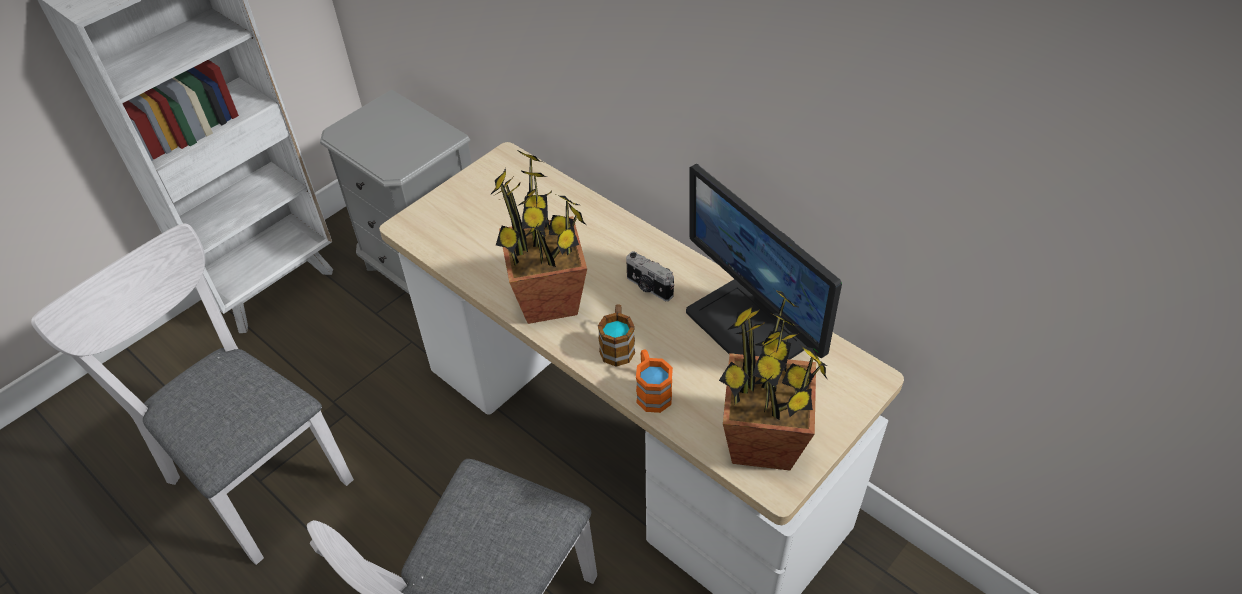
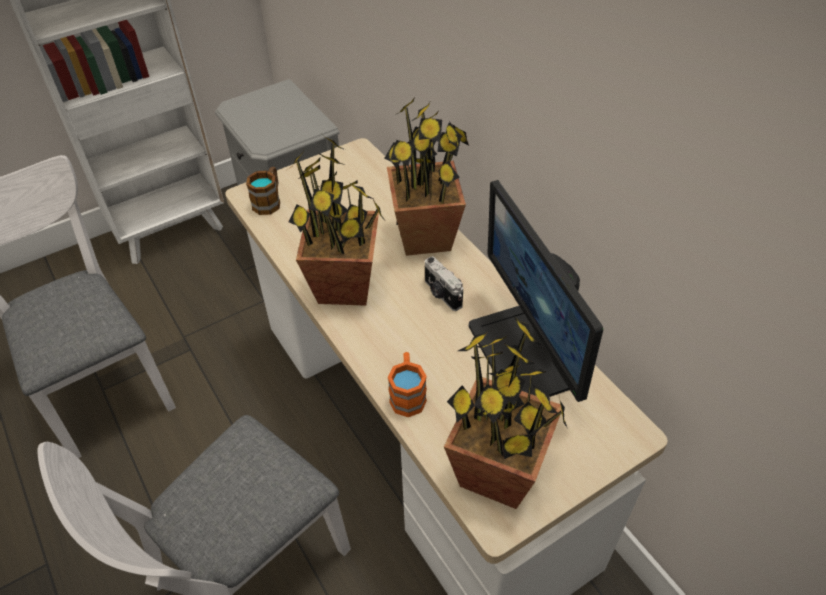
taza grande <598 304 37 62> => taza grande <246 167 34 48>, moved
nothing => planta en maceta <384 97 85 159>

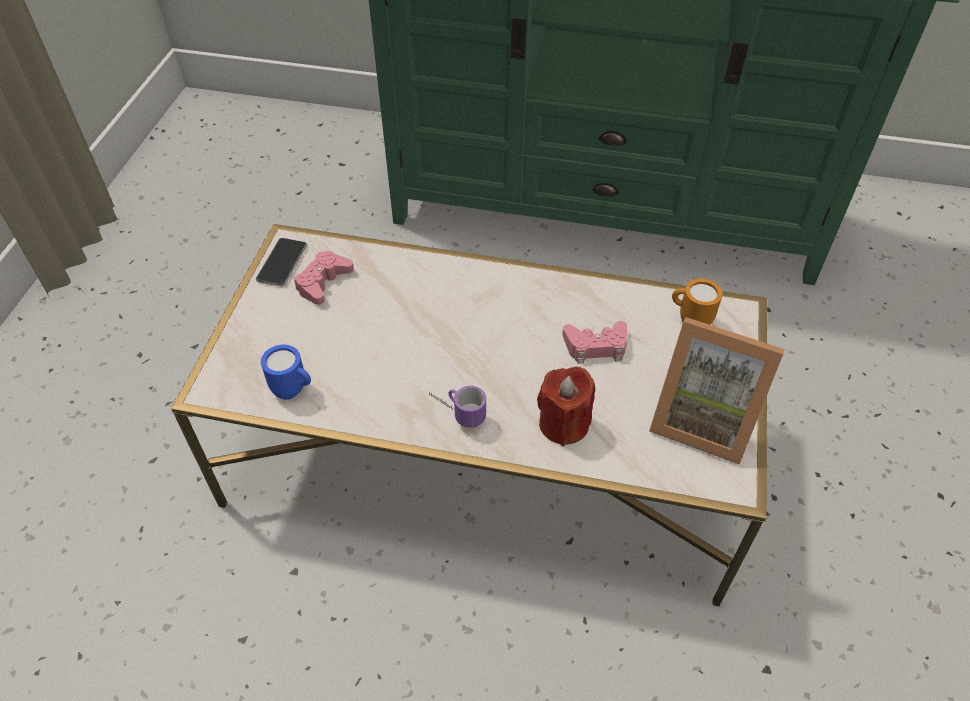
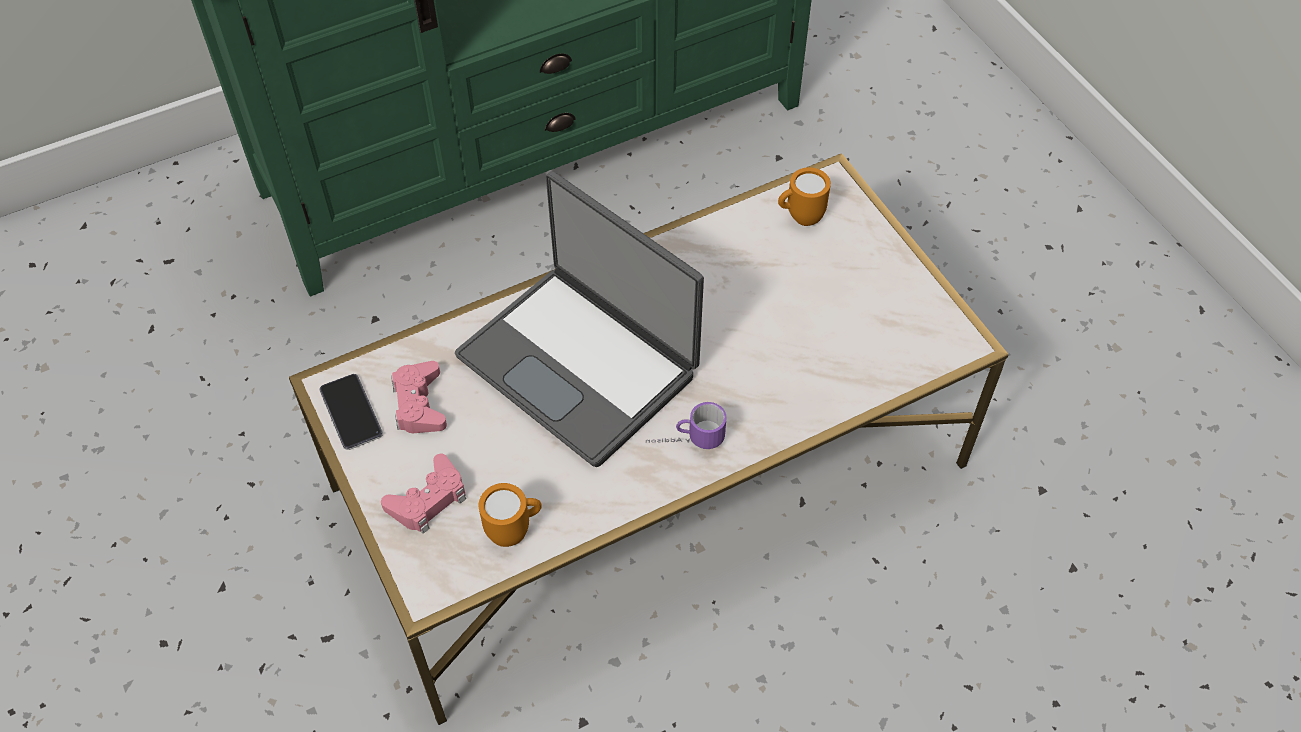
portarretratos <649 317 136 148> => nothing
mando de consola [rosa] <562 321 66 43> => mando de consola [rosa] <381 454 85 80>, moved
taza grande [azul] <261 345 50 55> => taza grande [naranja] <479 483 63 64>
vela [rojo] <537 367 58 79> => nothing
nothing => portátil <455 171 249 296>

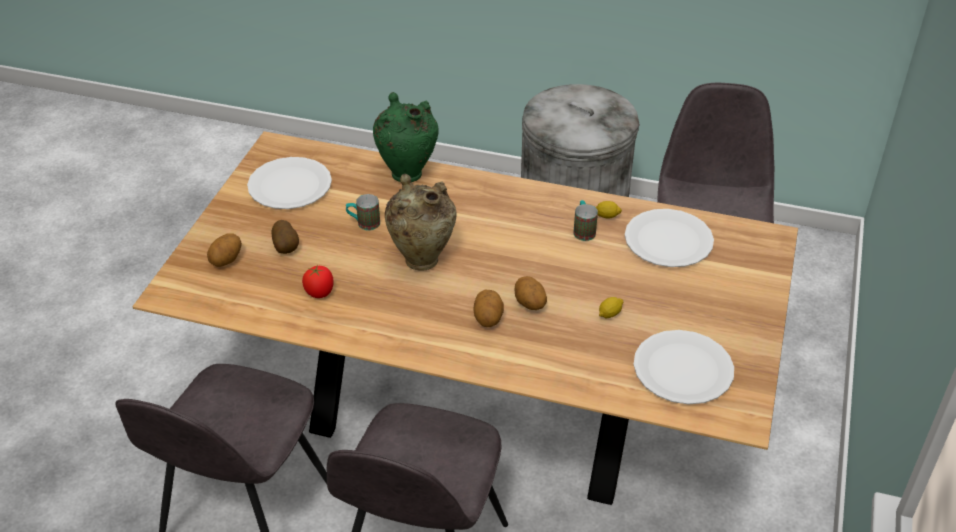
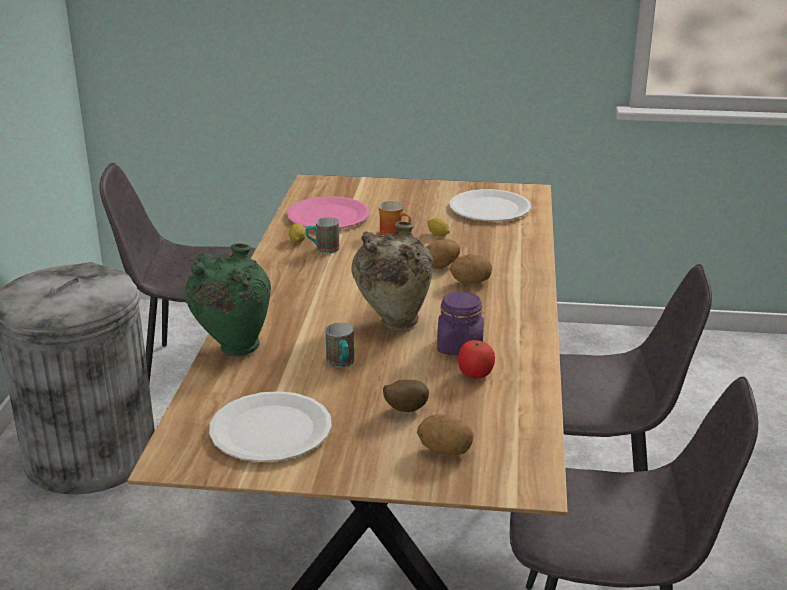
plato [blanco] <625 209 89 58> => plato [rosa] <287 196 83 33>
nothing => taza grande <378 201 33 34>
nothing => tarro [morado] <437 291 47 64>

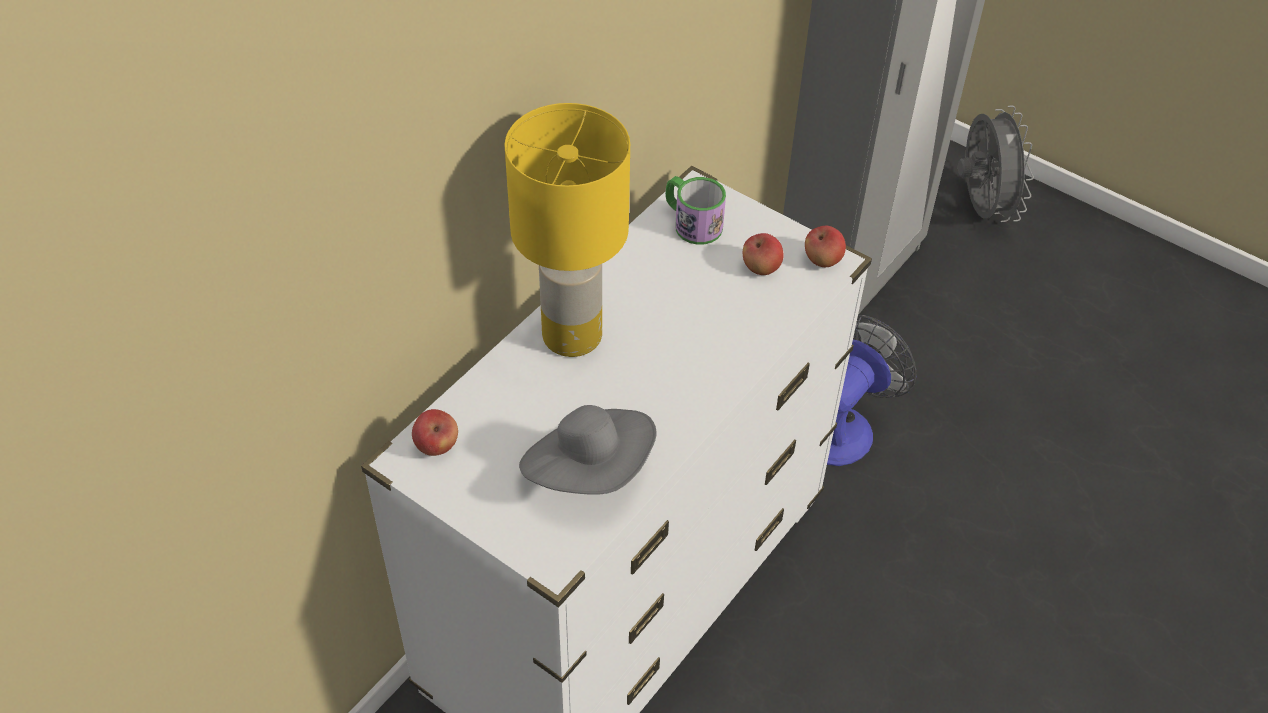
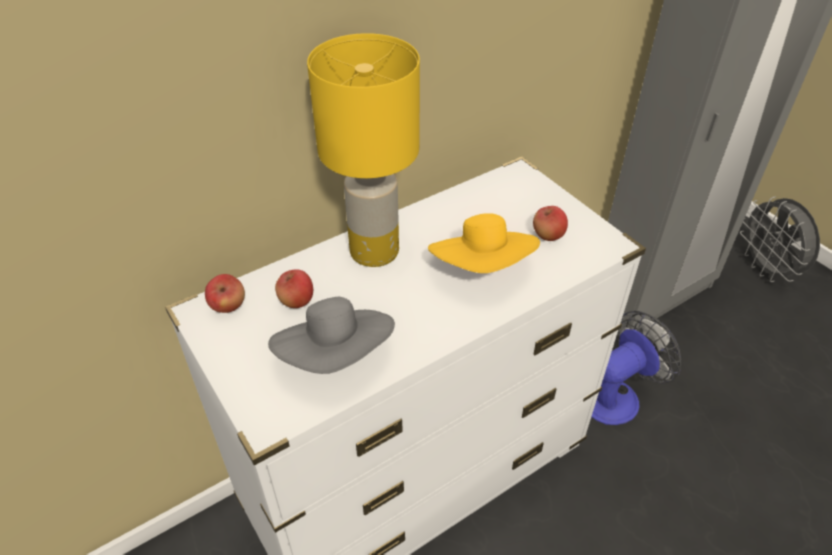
ventilador [gris] <958 106 76 116> => ventilador [gris] <740 196 80 86>, 150 degrees clockwise
taza grande <665 176 61 69> => nothing
manzana <805 226 41 41> => manzana <275 269 38 39>, moved
nothing => sombrero [amarillo] <428 213 112 60>

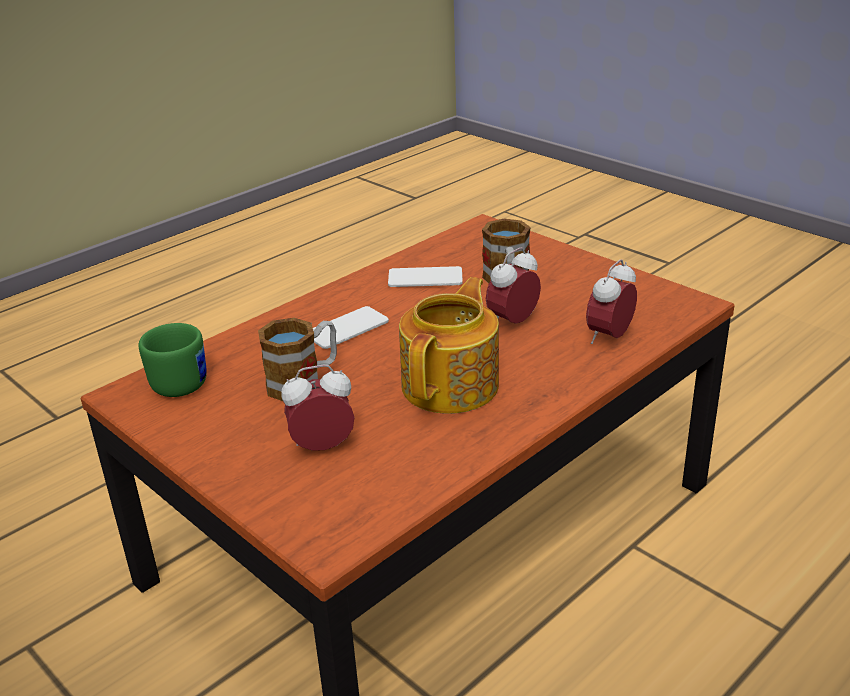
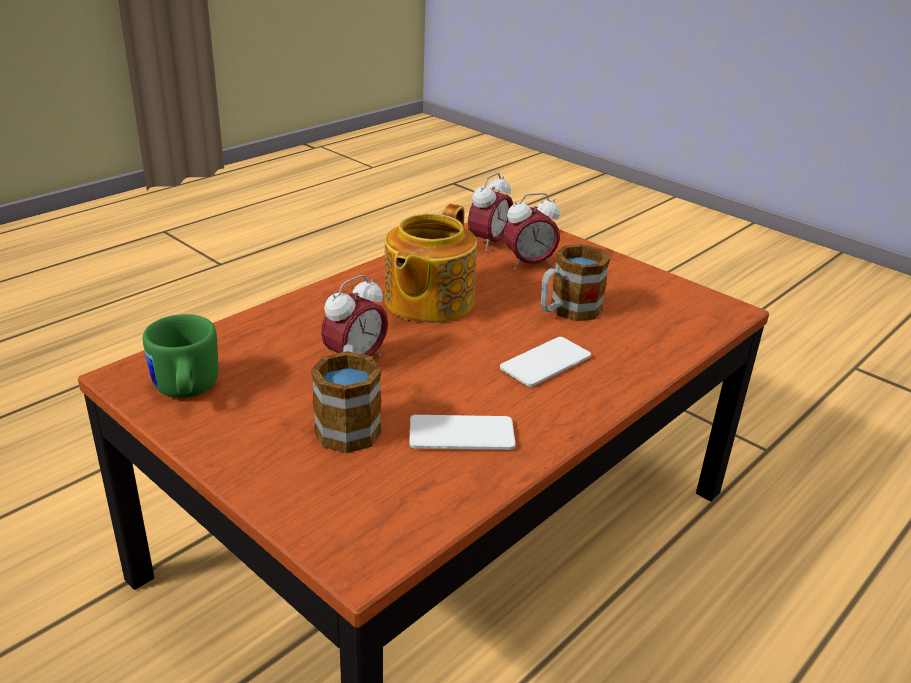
despertador <586 259 51 85> => despertador <468 173 45 79>, moved
taza grande [verde] <139 323 68 74> => taza grande [verde] <143 314 76 84>, moved

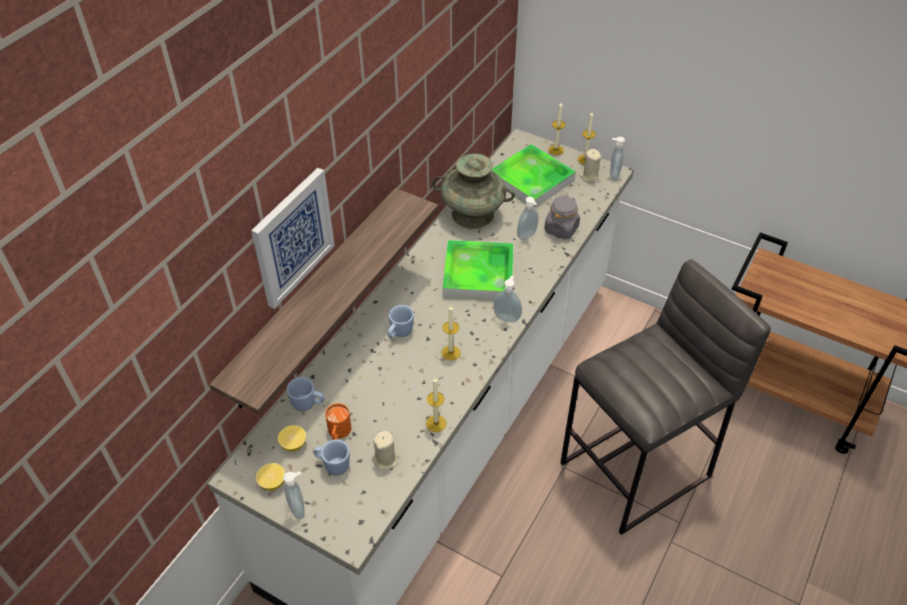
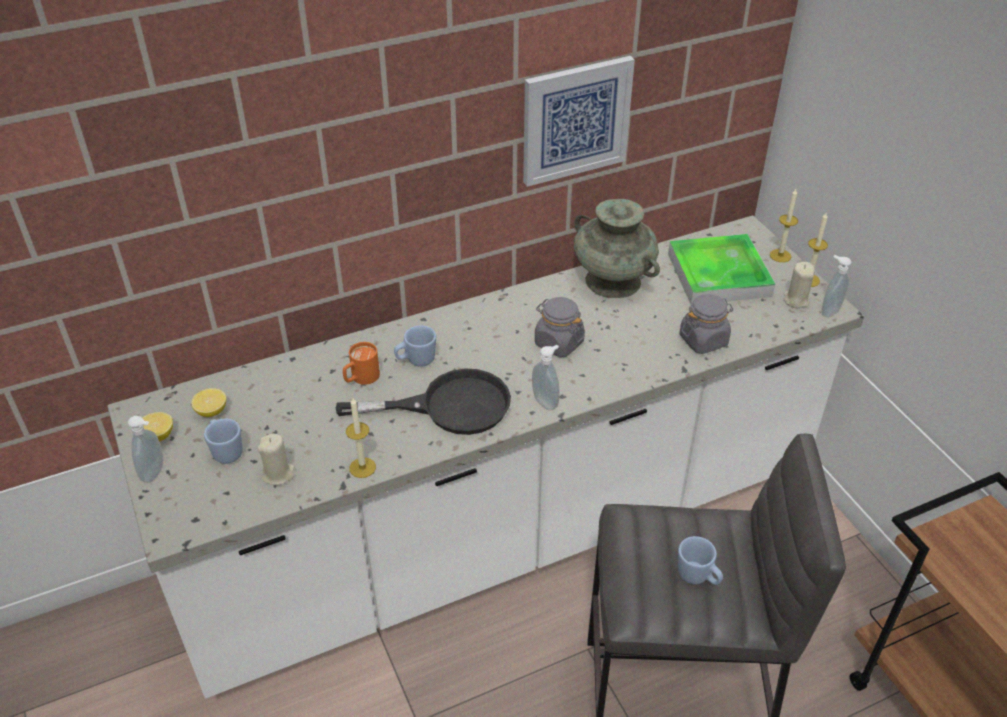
cuadro <251 168 84 141> => cuadro <523 56 112 131>, moved
estante <209 188 229 227> => nothing
dispensador de jabón <517 197 22 43> => nothing
bandeja <443 240 71 60> => tarro [gris] <535 297 50 60>
vela <442 305 18 55> => sartén [negro] <336 368 175 67>
taza grande [azul] <287 377 37 34> => taza grande [azul] <678 536 45 49>, moved
taza grande [naranja] <325 403 26 37> => taza grande [naranja] <343 342 37 43>, moved

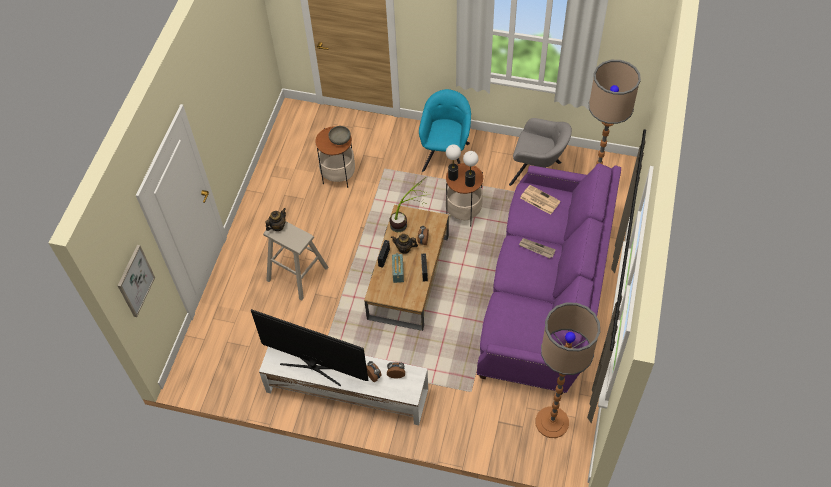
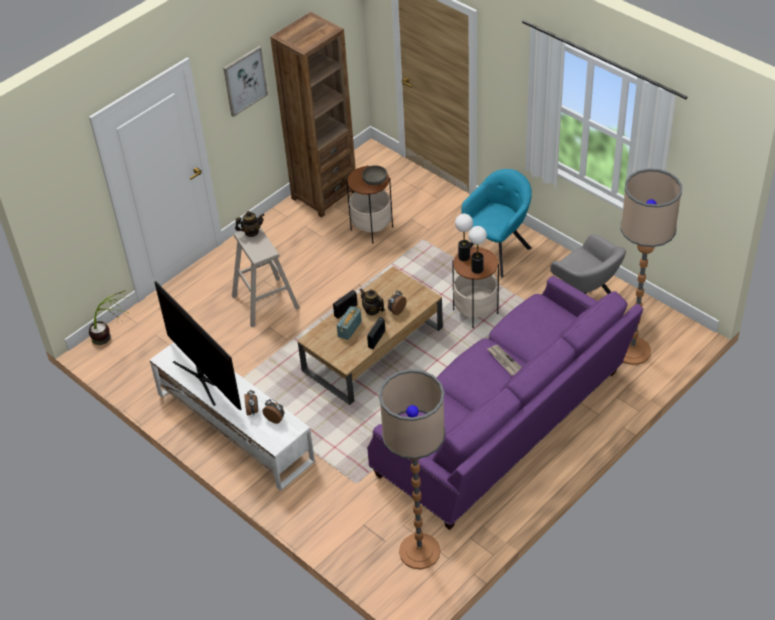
planta en maceta <390 177 36 55> => planta en maceta <89 290 41 55>, moved
periódico <520 185 41 30> => nothing
cuadro <118 245 37 72> => cuadro <223 46 45 71>, moved
nothing => estantería [marrón] <270 12 86 206>

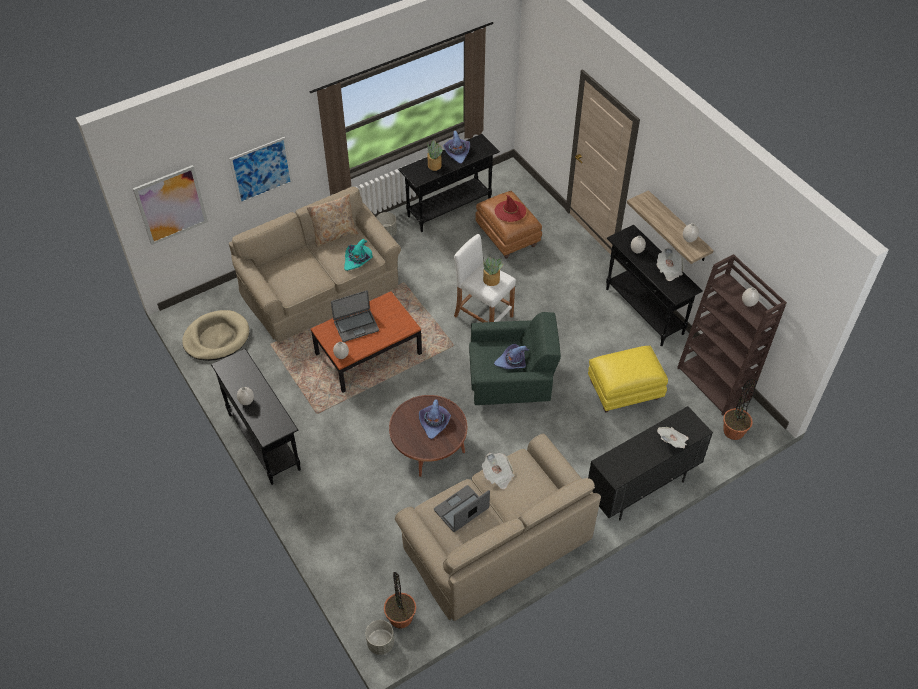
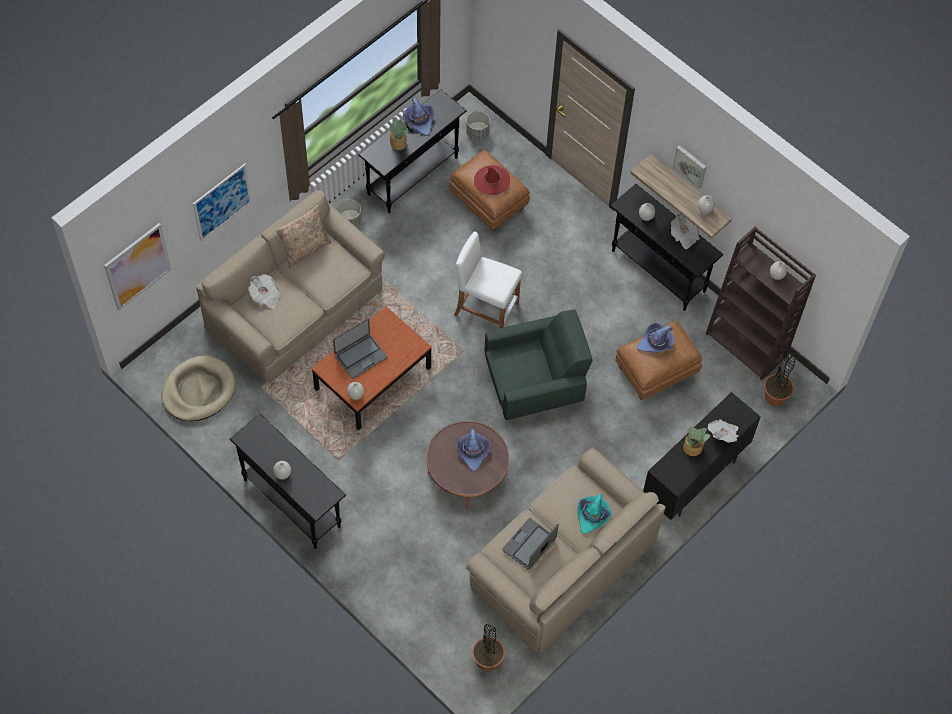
sombrero [turquesa] <344 239 29 32> => sombrero [turquesa] <577 494 35 40>, moved
planta en maceta <483 257 20 29> => planta en maceta <683 427 27 29>, moved
sombrero [morado] <494 344 35 25> => sombrero [morado] <637 323 37 30>, moved
puf [amarillo] <588 345 80 67> => puf [marrón] <615 320 87 80>
periódico <482 453 33 37> => periódico <248 274 33 35>, moved
maceta [gris] <366 620 28 35> => maceta [gris] <466 111 24 30>, moved
nothing => cuadro <672 145 35 44>

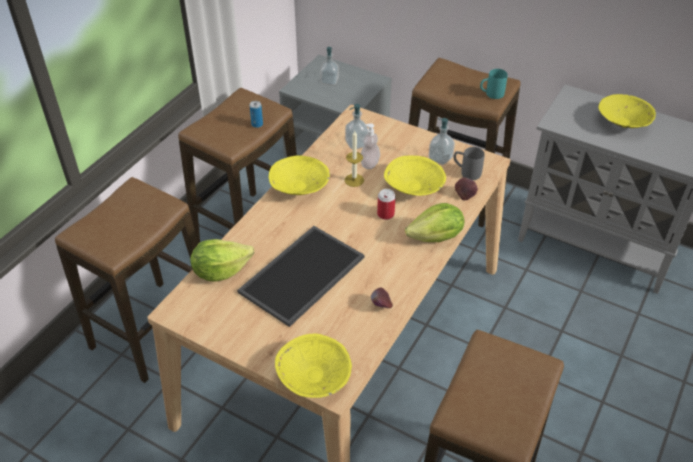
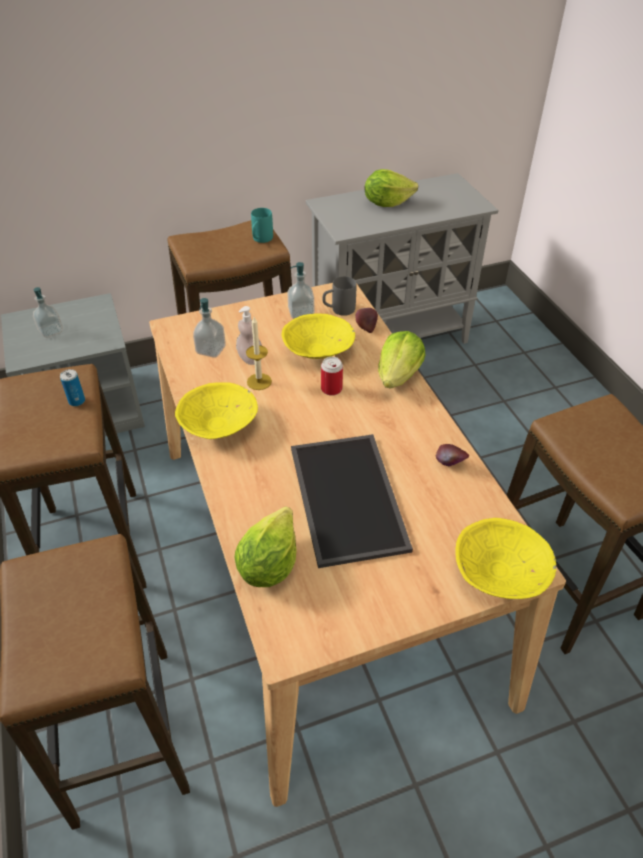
cuenco [amarillo] <598 94 58 34> => lechuga <365 169 53 38>

